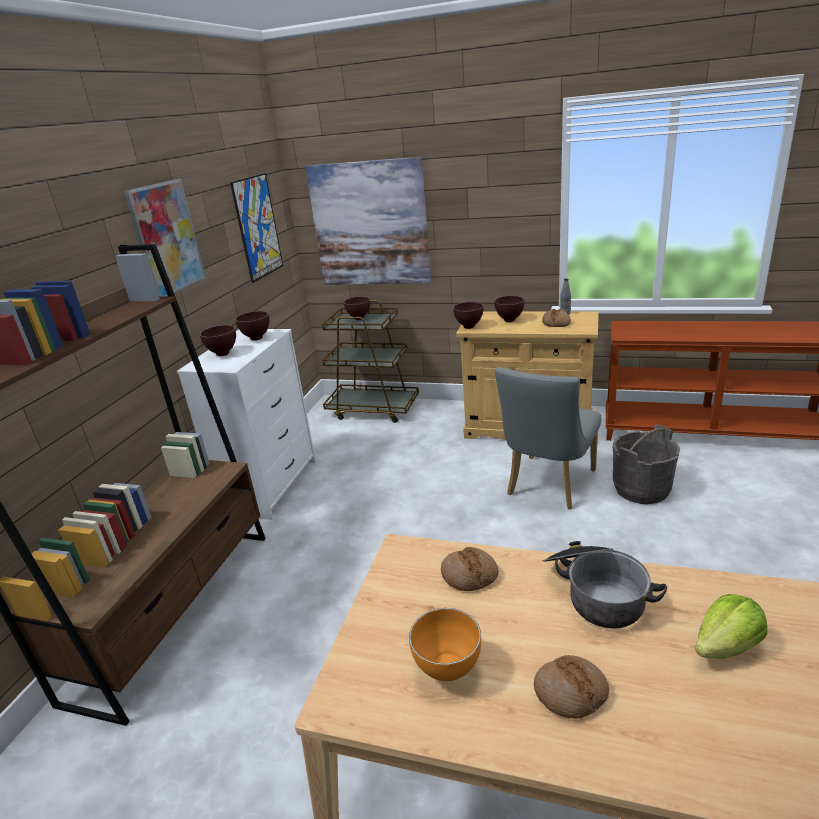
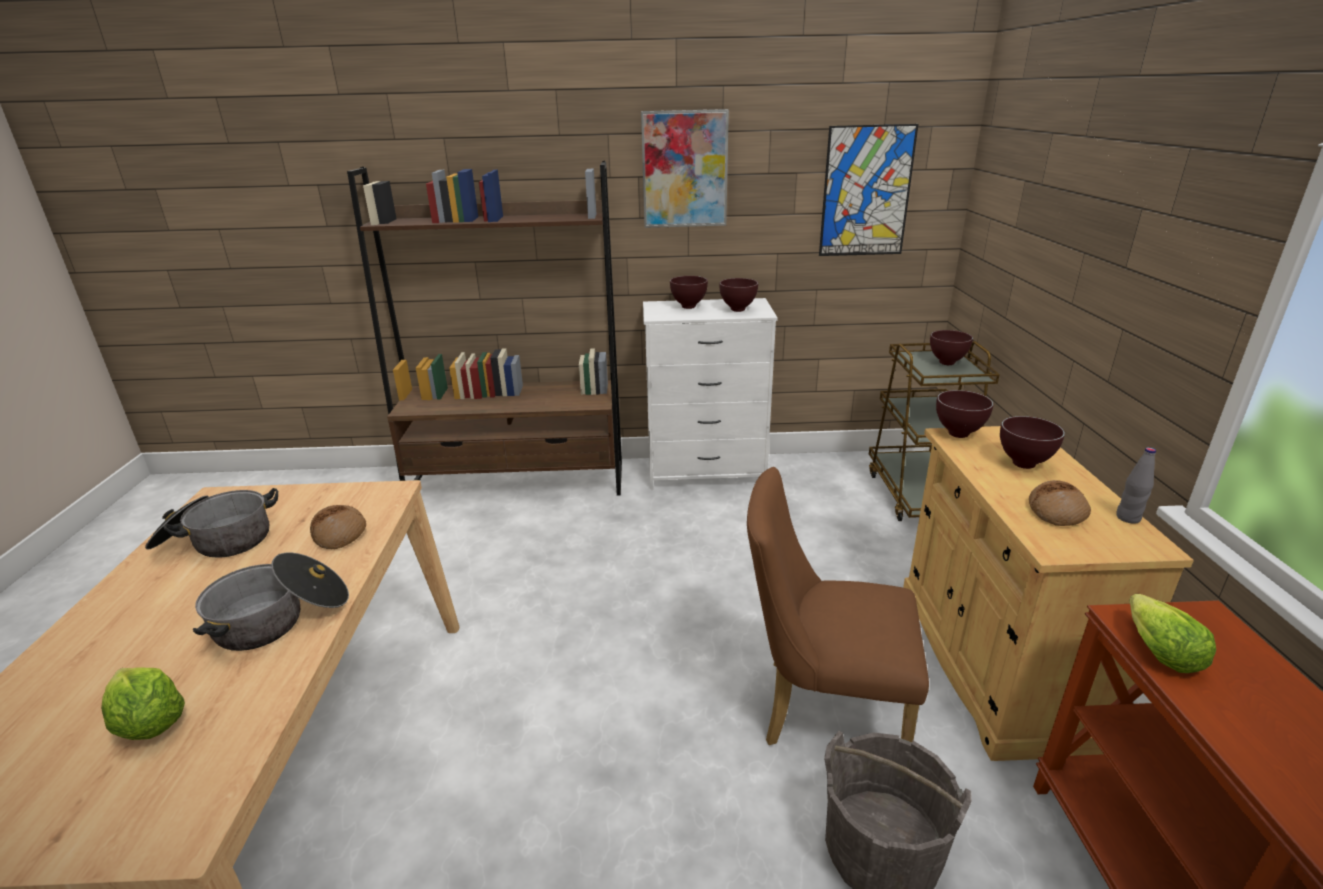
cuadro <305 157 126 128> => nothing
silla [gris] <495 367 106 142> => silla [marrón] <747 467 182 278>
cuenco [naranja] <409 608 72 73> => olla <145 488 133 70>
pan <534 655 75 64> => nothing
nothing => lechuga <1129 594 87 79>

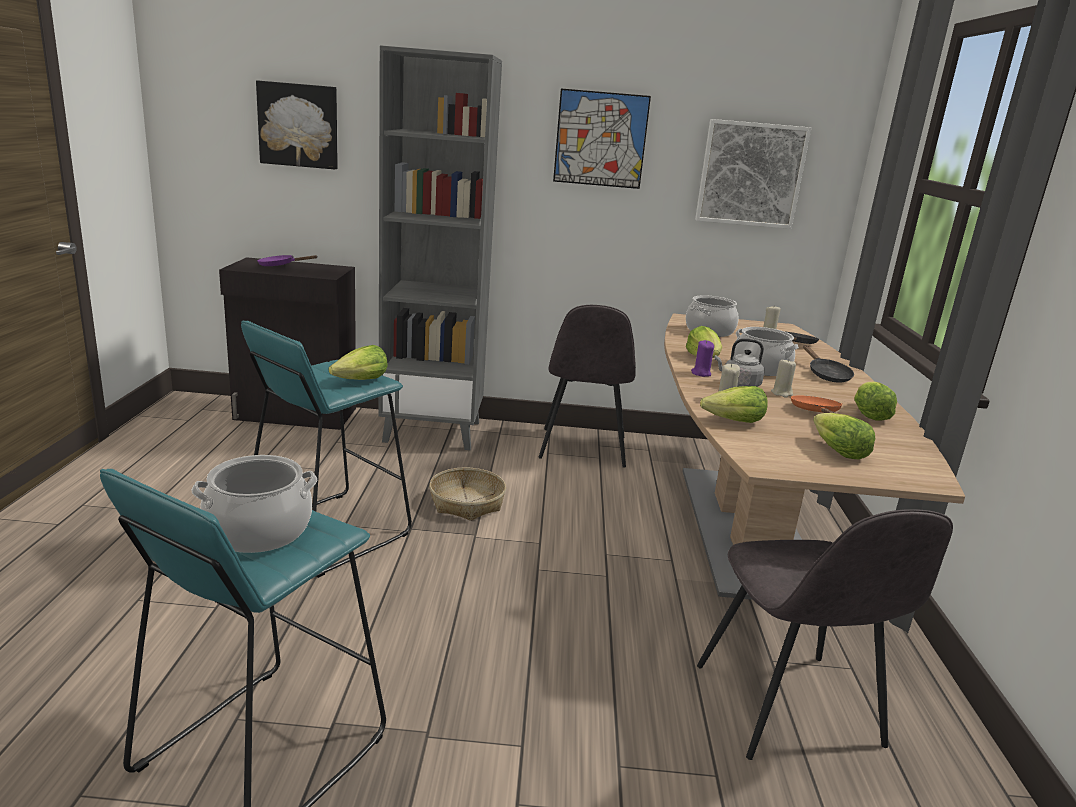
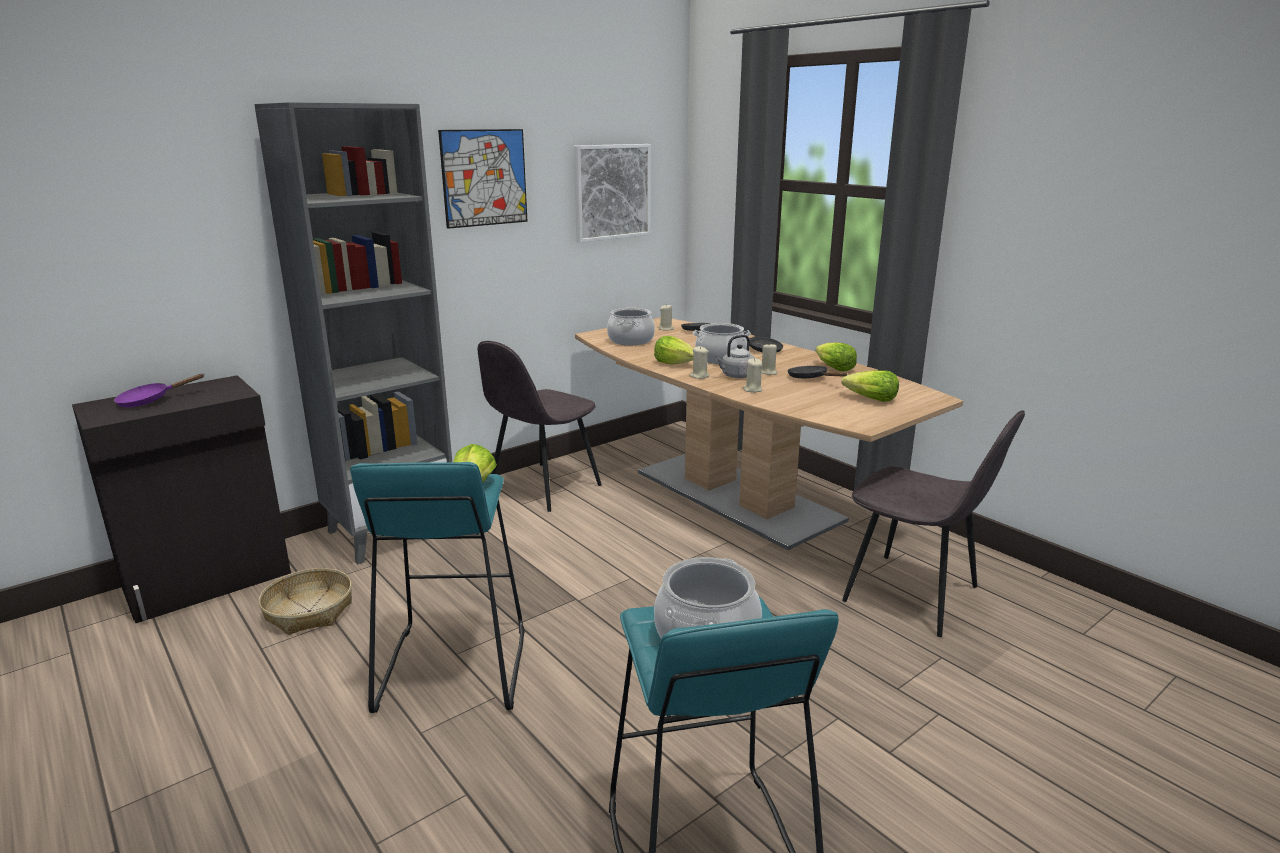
cuadro <256 80 82 90> => nothing
silla [gris] <538 305 98 163> => silla [gris] <478 341 124 171>, 75 degrees clockwise
vela [morado] <691 340 23 37> => vela [beis] <689 346 21 33>
lechuga <700 386 68 37> => nothing
sartén [naranja] <791 395 51 18> => sartén [negro] <787 366 60 12>
cesta <429 468 77 53> => cesta <258 568 94 67>, moved

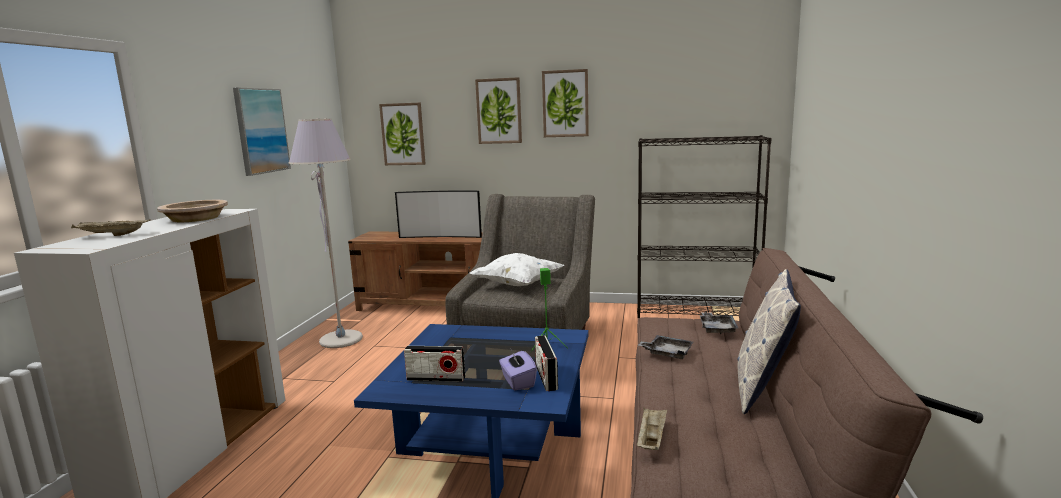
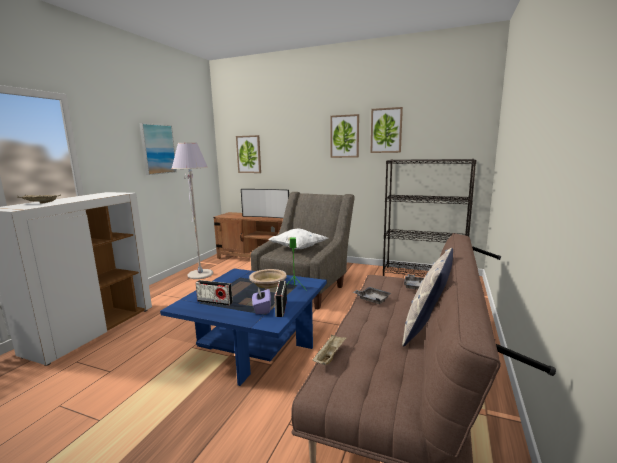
cuadro <475 77 47 67> => cuadro <371 107 32 46>, moved
cuenco [beis] <157 200 71 22> => cuenco [beis] <249 269 38 19>, moved

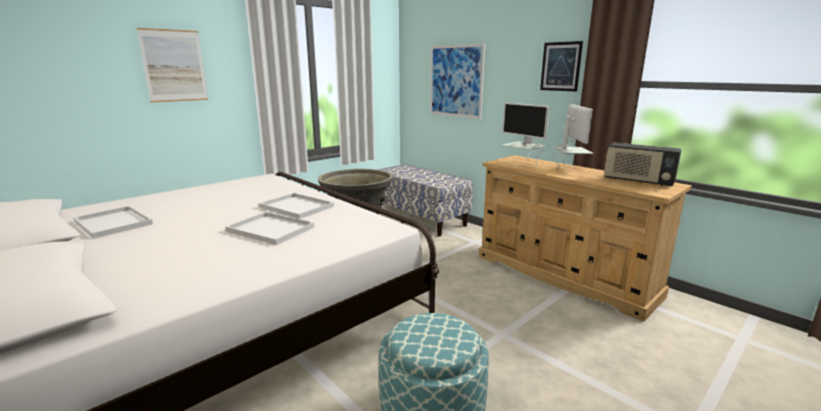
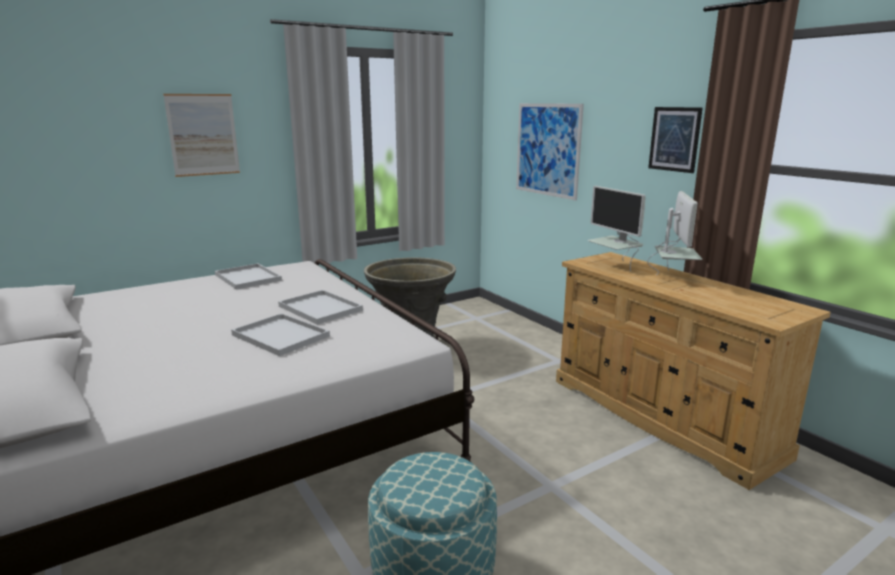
radio <604 143 78 44> => nothing
banco <379 164 94 72> => nothing
bandeja [blanco] <73 206 80 33> => bandeja [blanco] <215 263 67 27>, moved

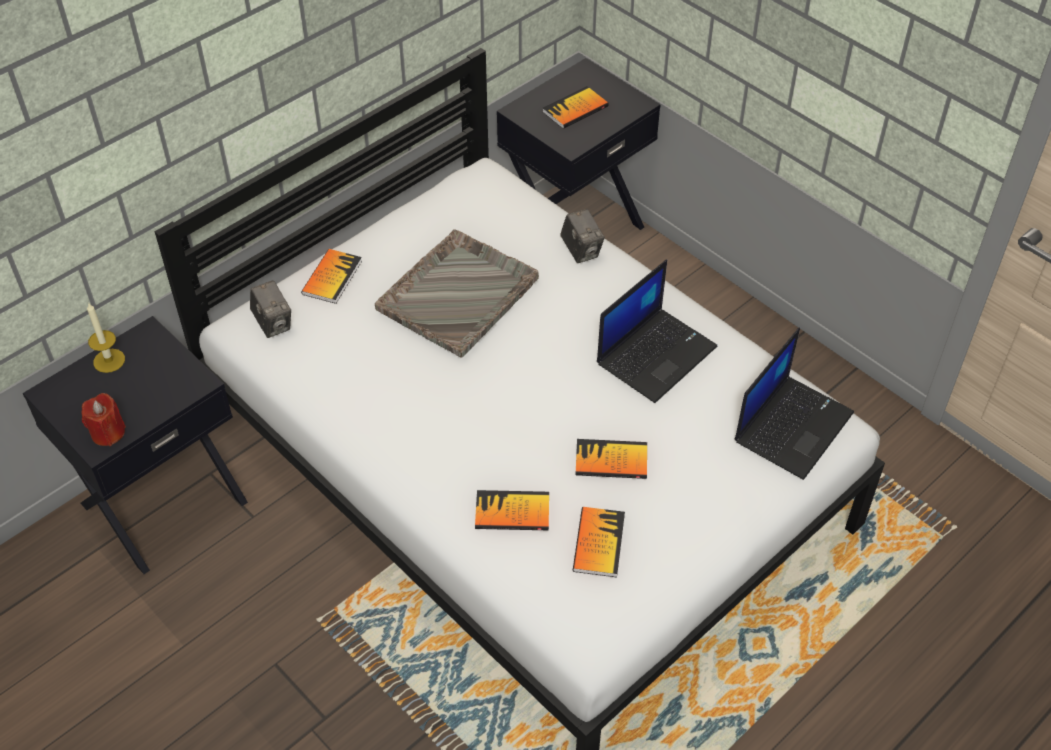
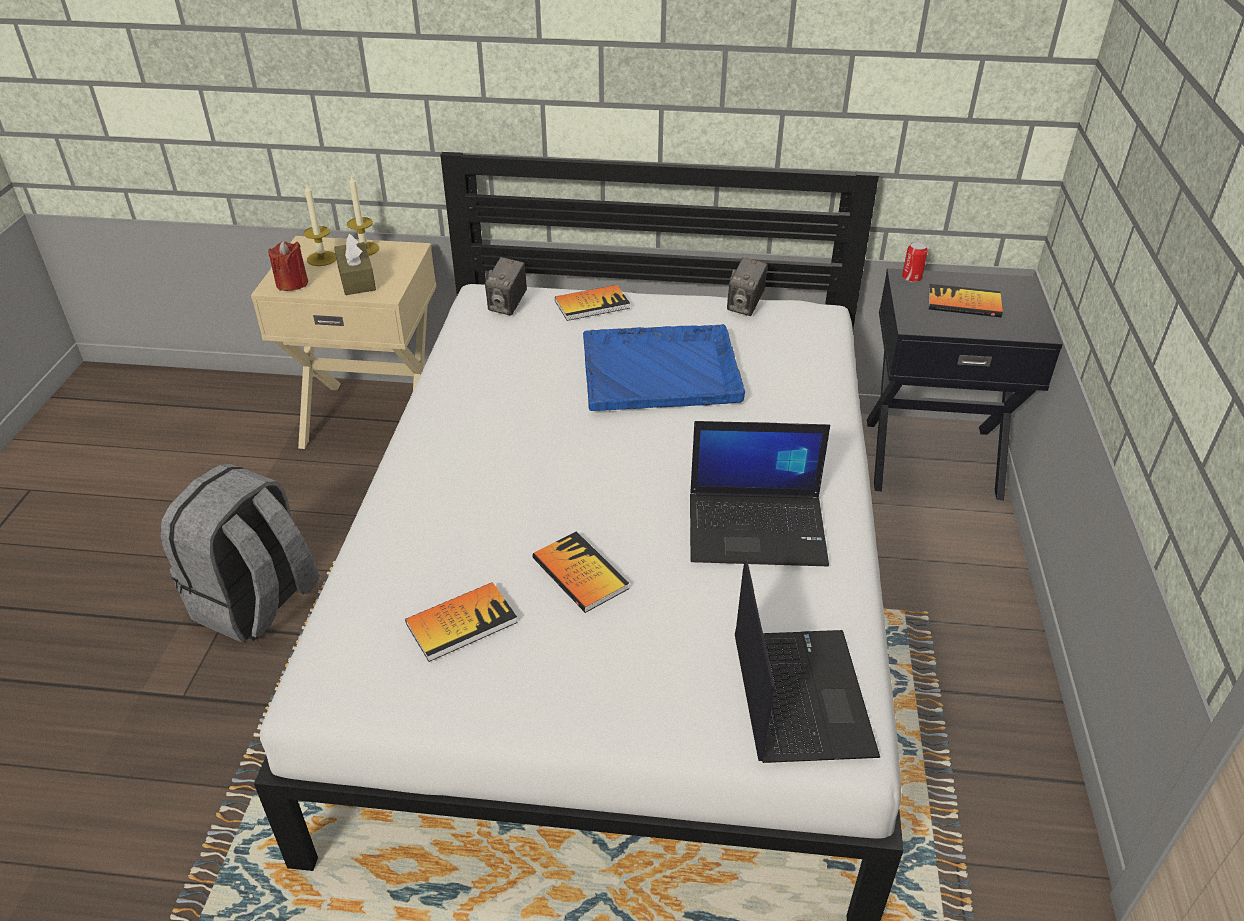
cámara <560 209 45 54> => cámara <727 257 41 59>, moved
bandeja [gris] <375 229 164 129> => bandeja [azul] <583 324 162 87>
mesita de noche [negro] <23 316 225 258> => mesita de noche [beis] <251 236 186 213>
portátil <735 328 119 152> => portátil <735 559 145 204>, 90 degrees counterclockwise
libro <475 490 74 40> => nothing
nothing => vela <304 183 33 83>
nothing => caja de pañuelos [marrón] <334 234 42 61>
nothing => lata <902 241 26 41>
nothing => mochila [gris] <160 464 159 179>

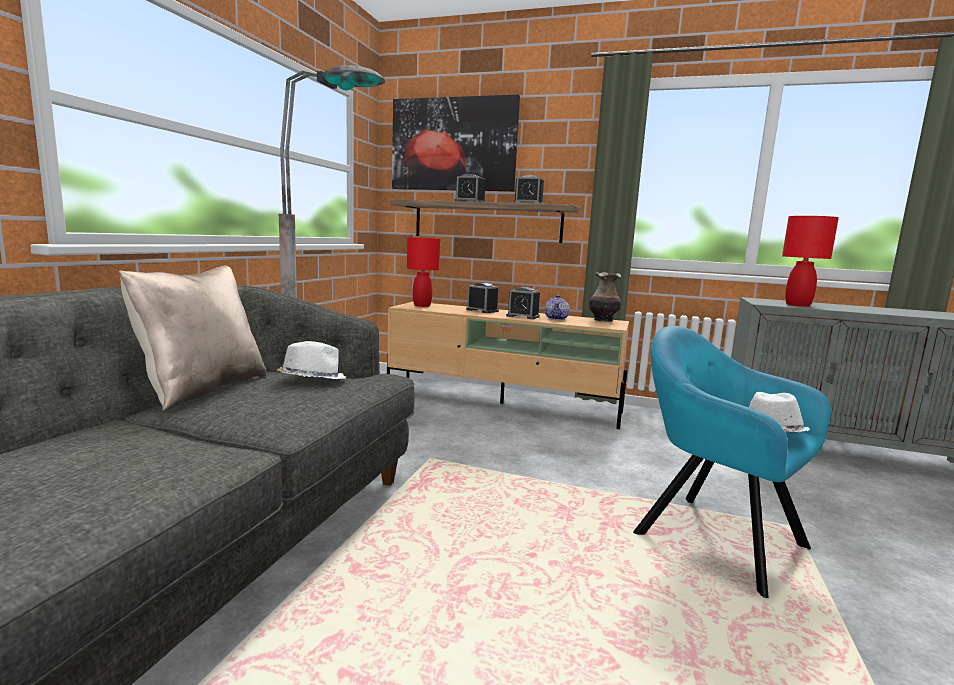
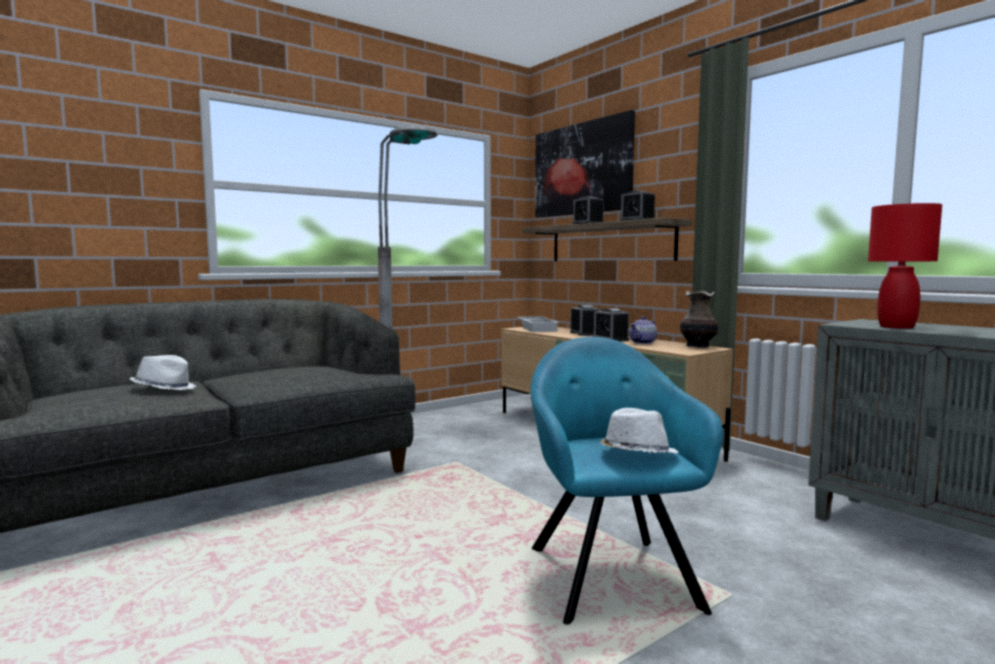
lámpara de mesa [rojo] <407 237 33 70> => bandeja [blanco] <517 316 42 16>
cojín [beis] <119 266 148 145> => nothing
sombrero [blanco] <277 341 69 38> => sombrero [blanco] <130 355 66 35>, moved

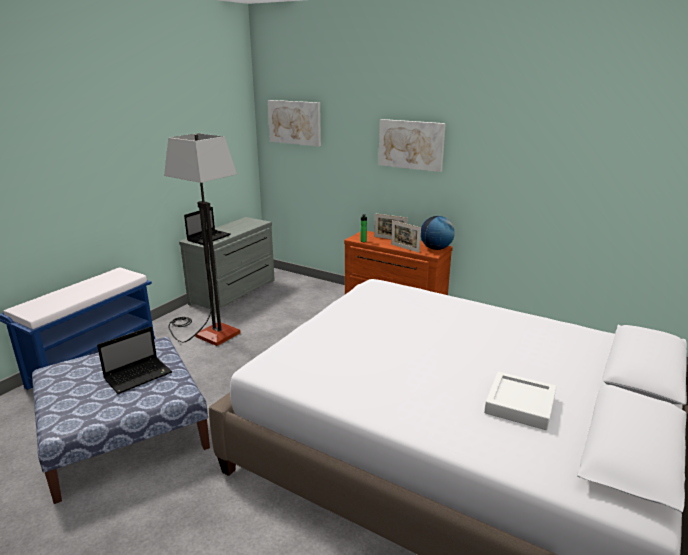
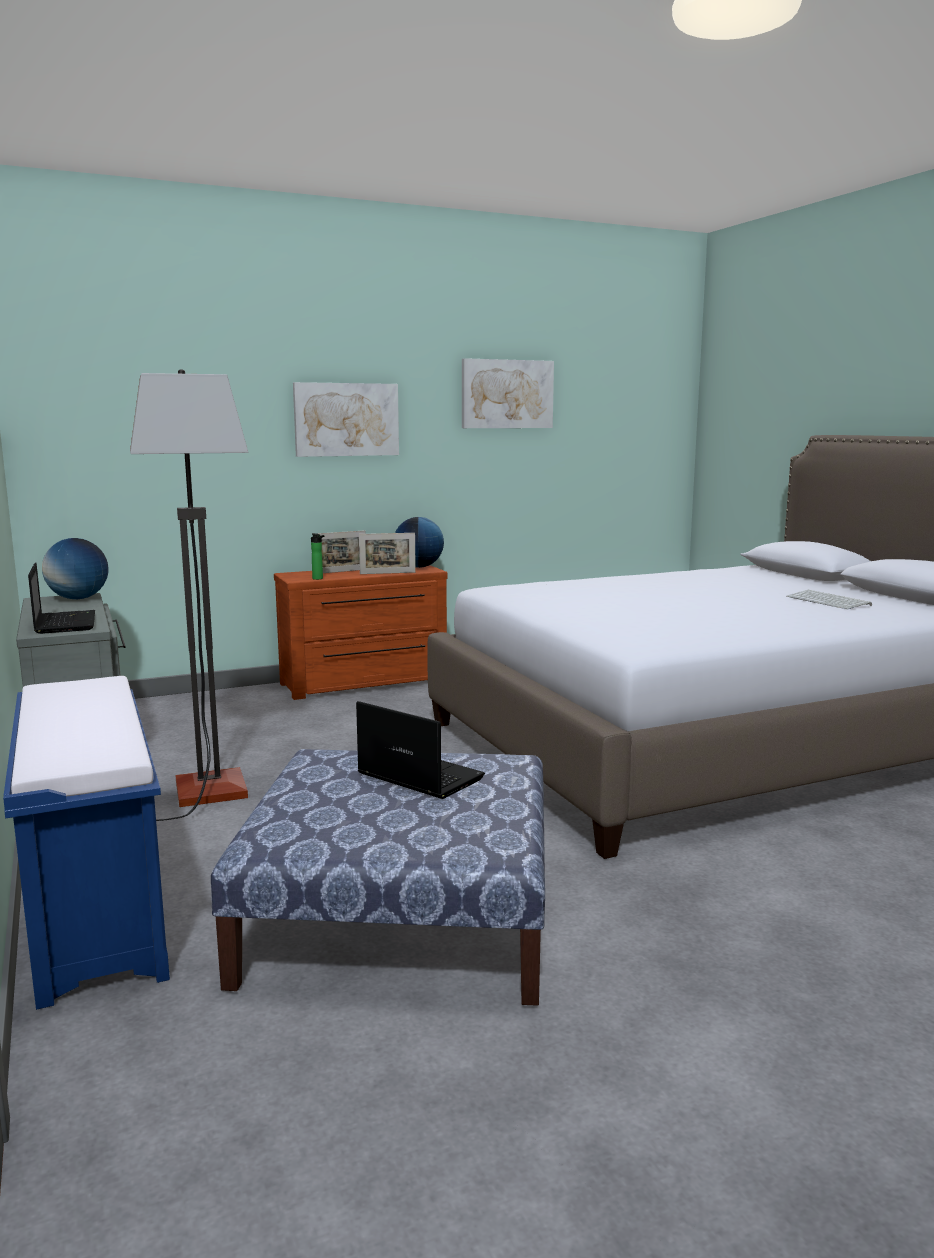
cuadro <268 100 53 46> => cuadro <462 358 92 70>, moved
portátil <97 327 75 67> => portátil <356 701 129 98>, 45 degrees counterclockwise
bandeja [blanco] <484 372 72 58> => teclado <786 590 86 19>
nothing => globo terráqueo <42 538 66 61>

